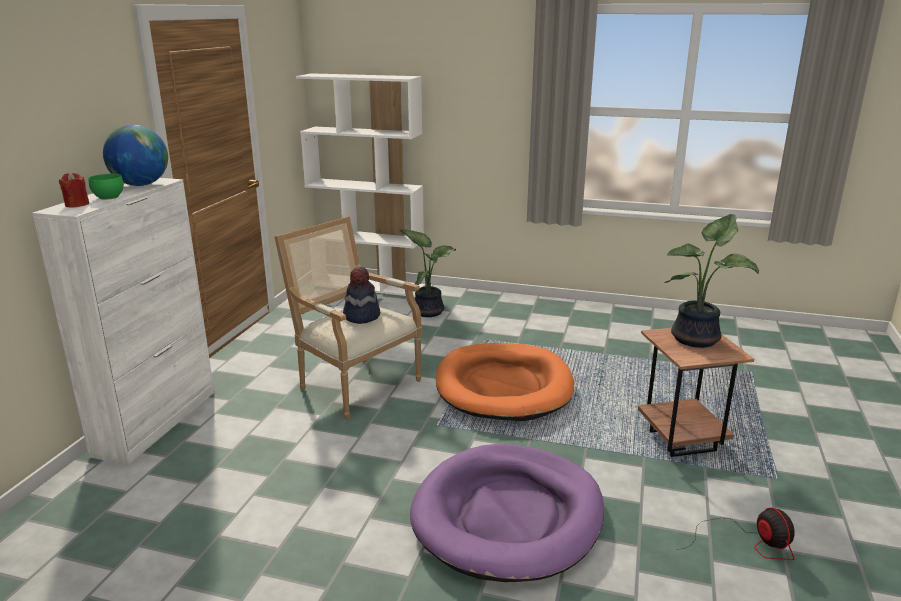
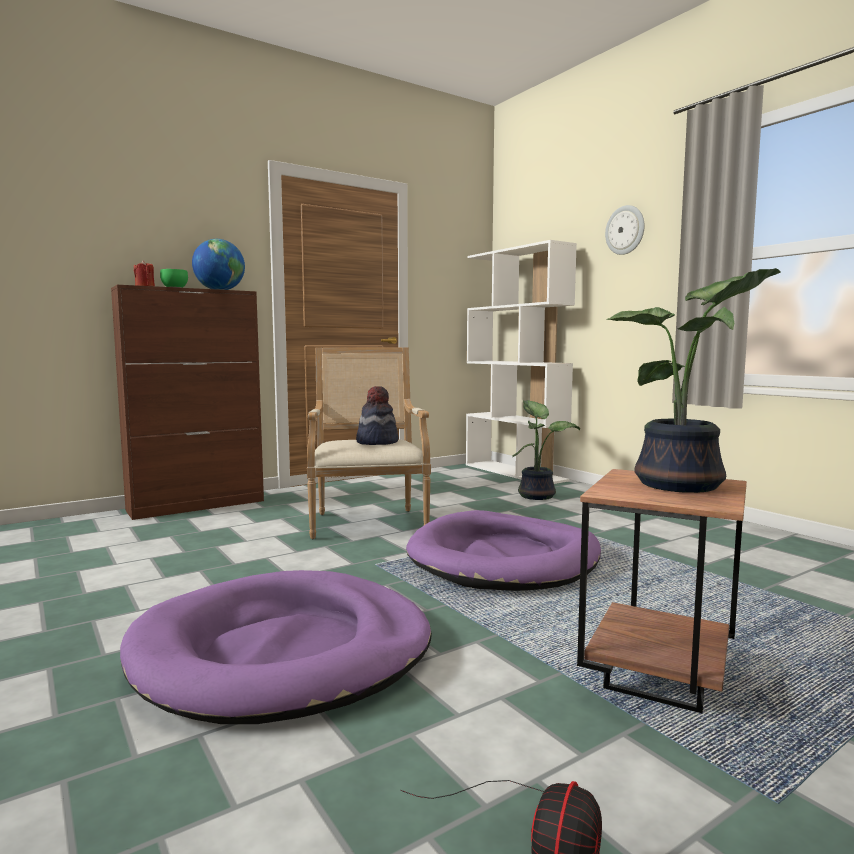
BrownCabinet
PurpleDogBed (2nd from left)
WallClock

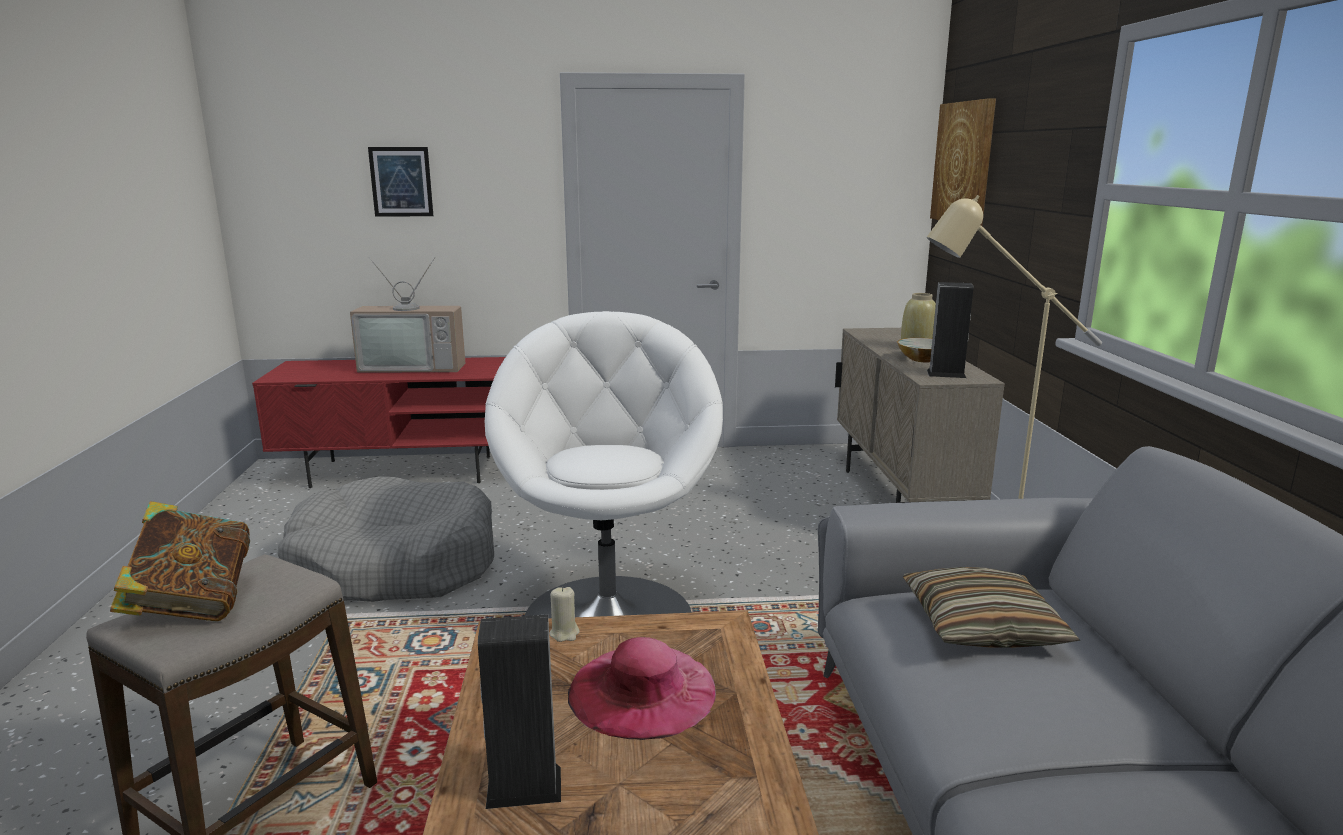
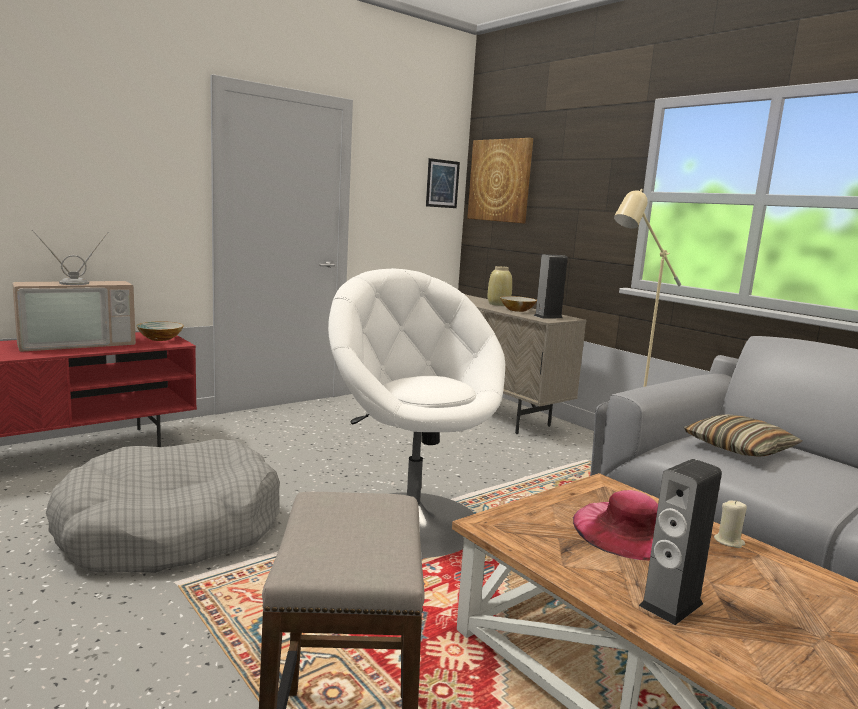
Bowl (1st from left)
Picture (1st from left)
BeigeCandle
Book

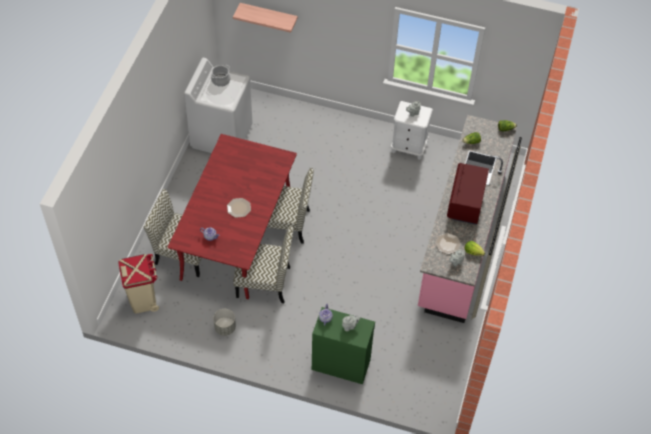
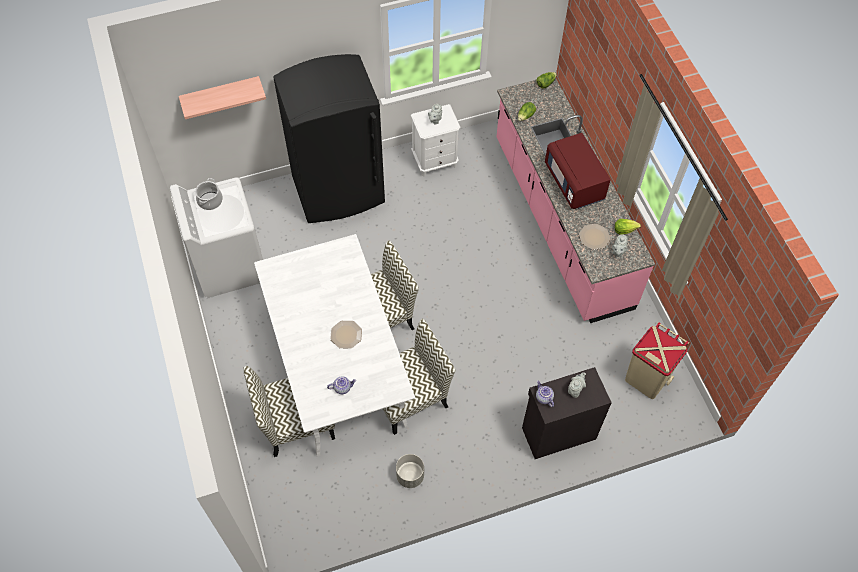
WhiteDiningTable
BlackFridge
BlackCabinet
BeigeTrashCan

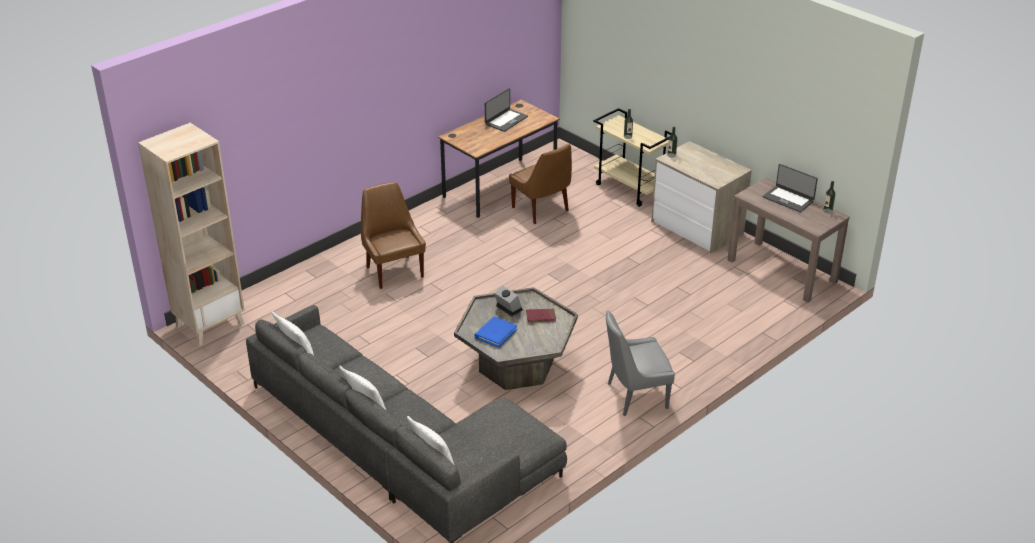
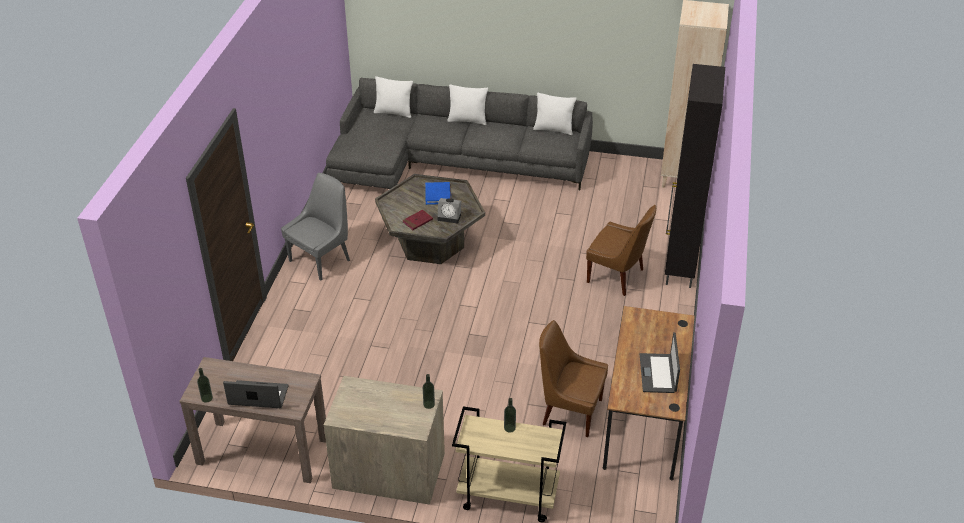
BlackCabinet

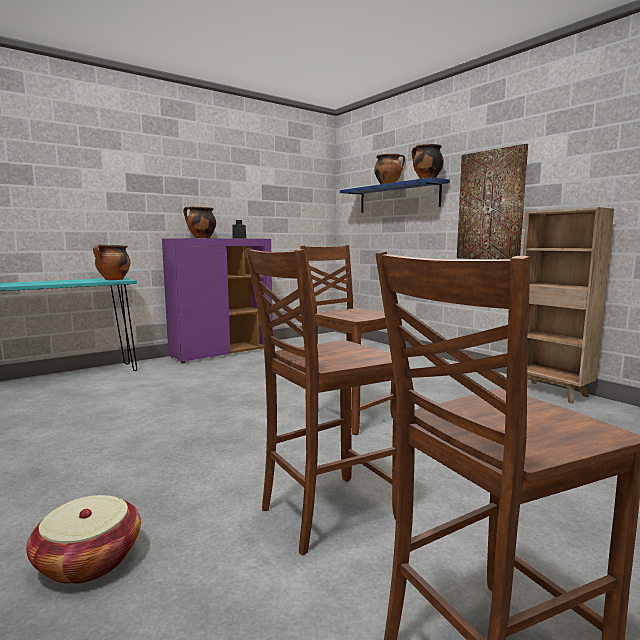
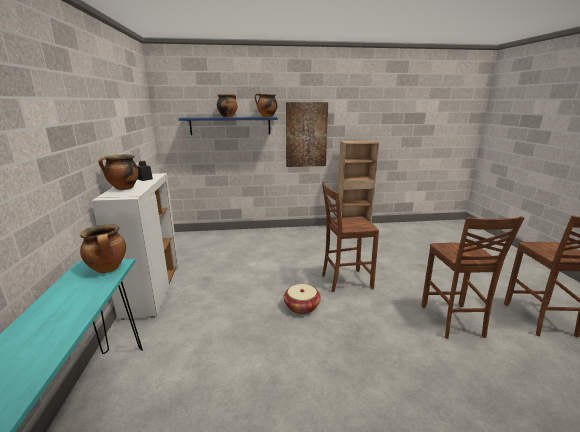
WhiteCabinet
Basket

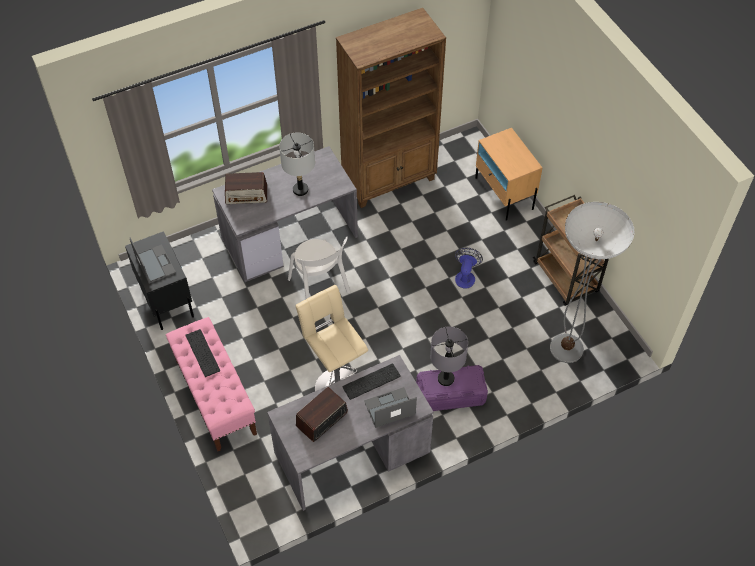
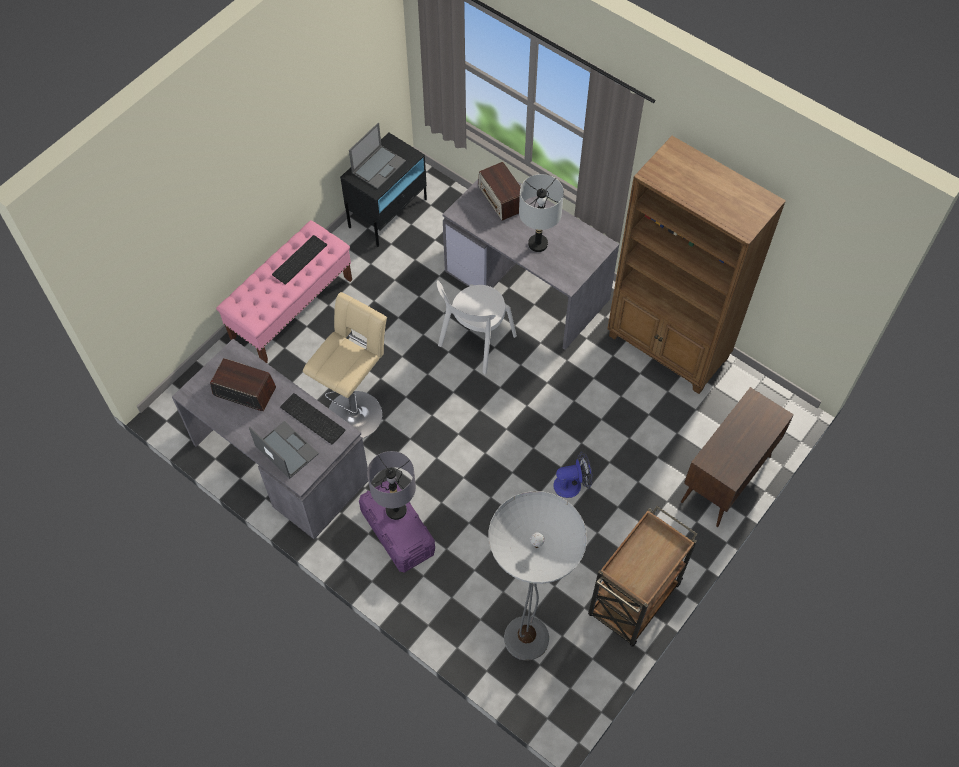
BrownCabinet

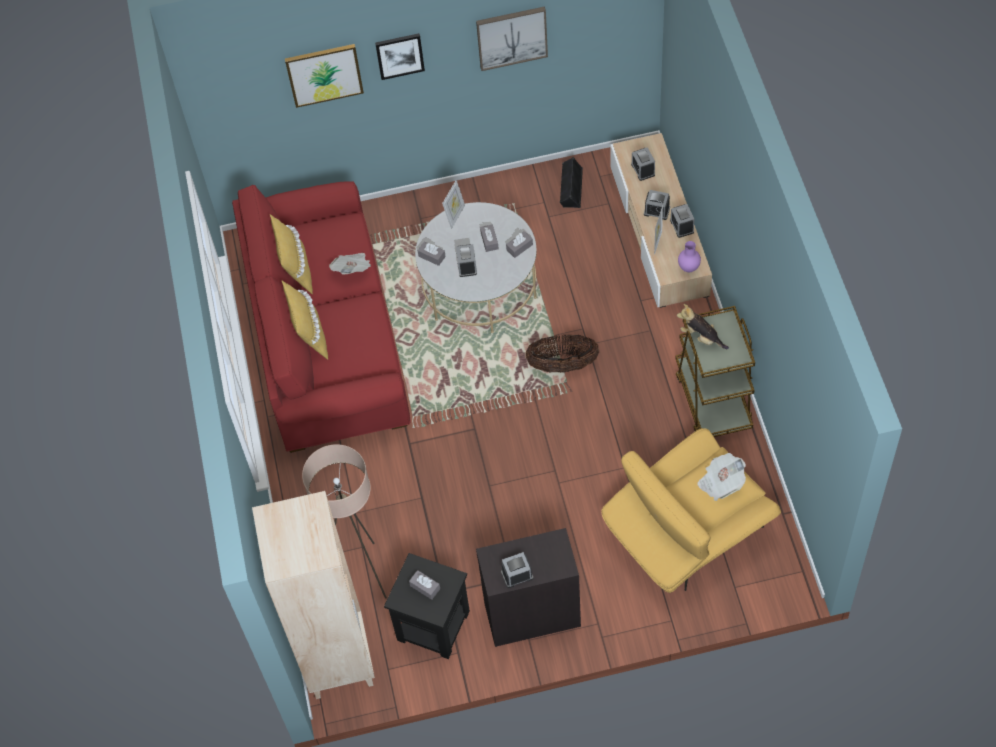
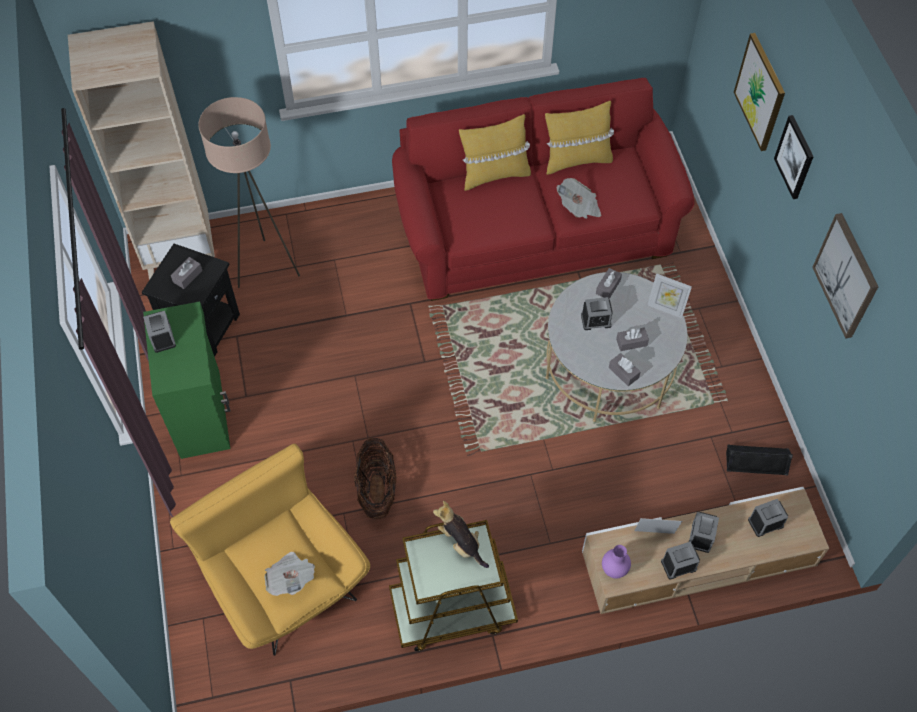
GreenCabinet
Basket
PlushToy

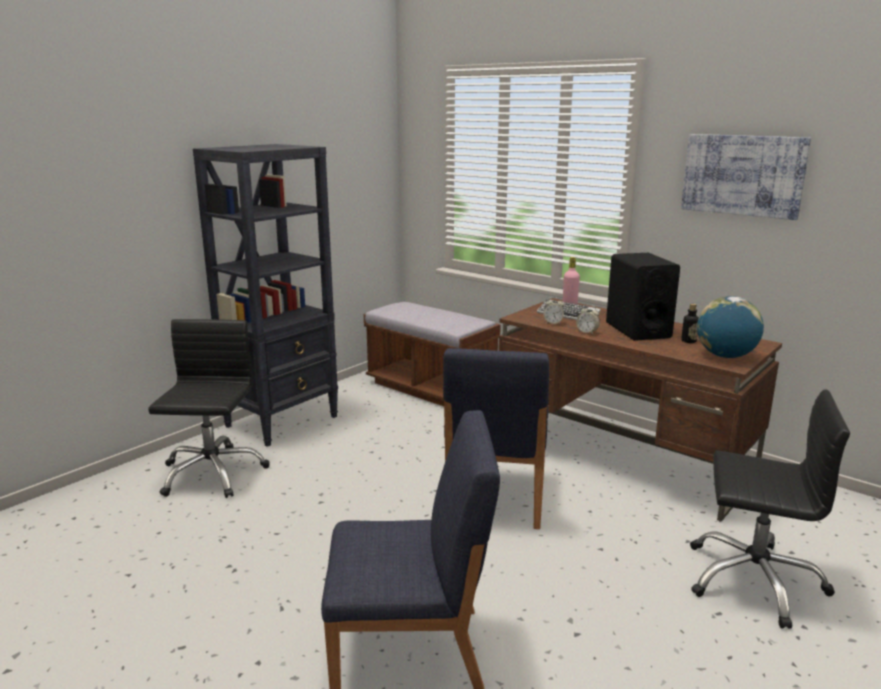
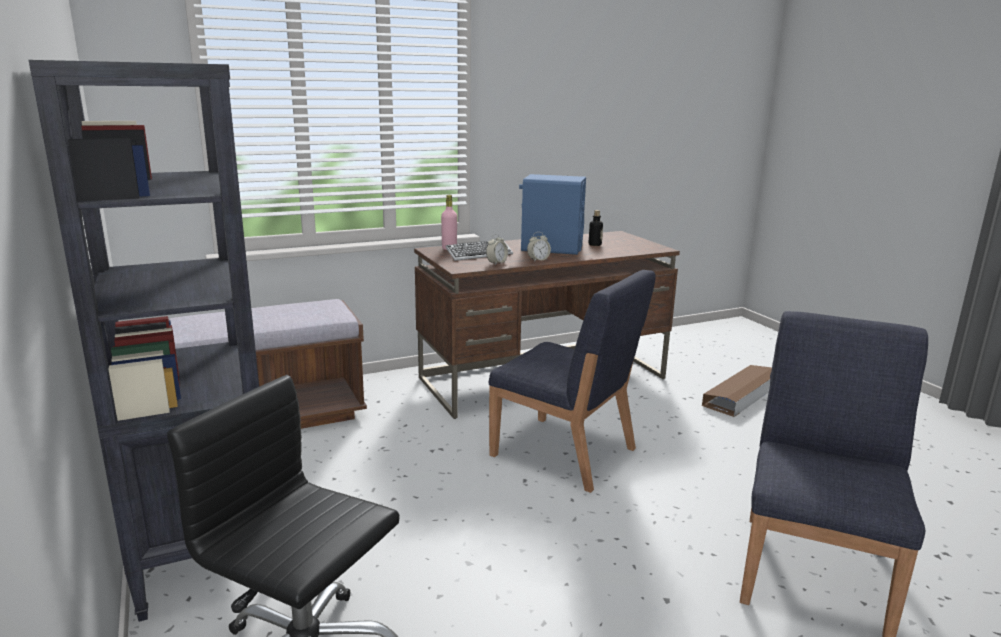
BlueSpeaker
BrownStorageBox
Picture
Globe

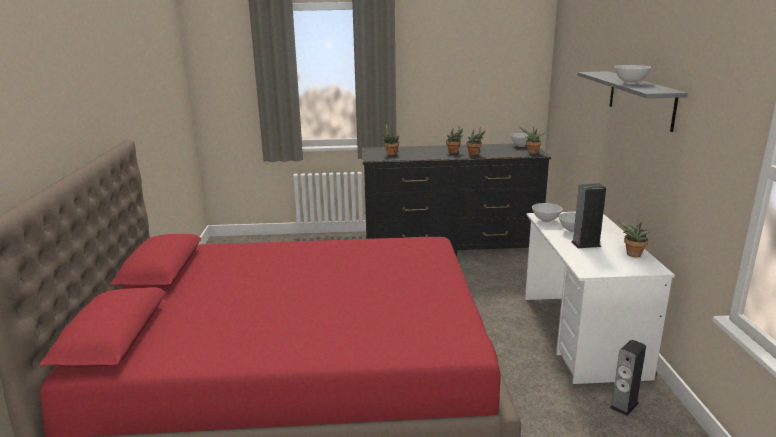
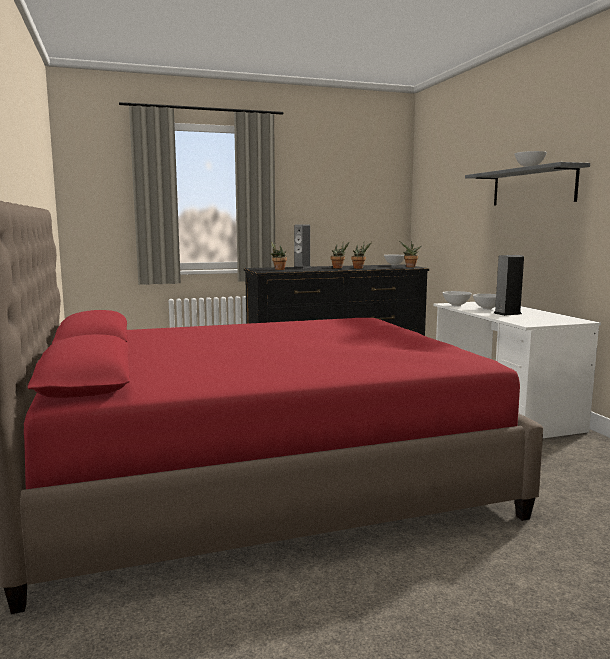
Speaker (1st from left)
PottedPlant (5th from left in the first image)

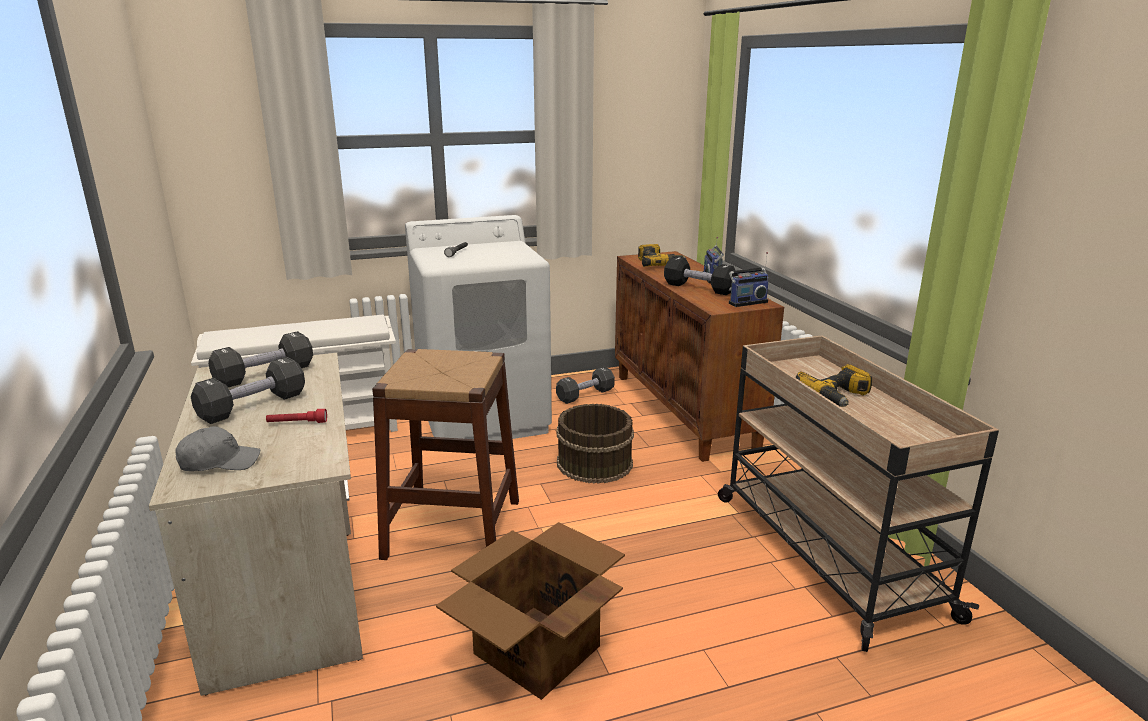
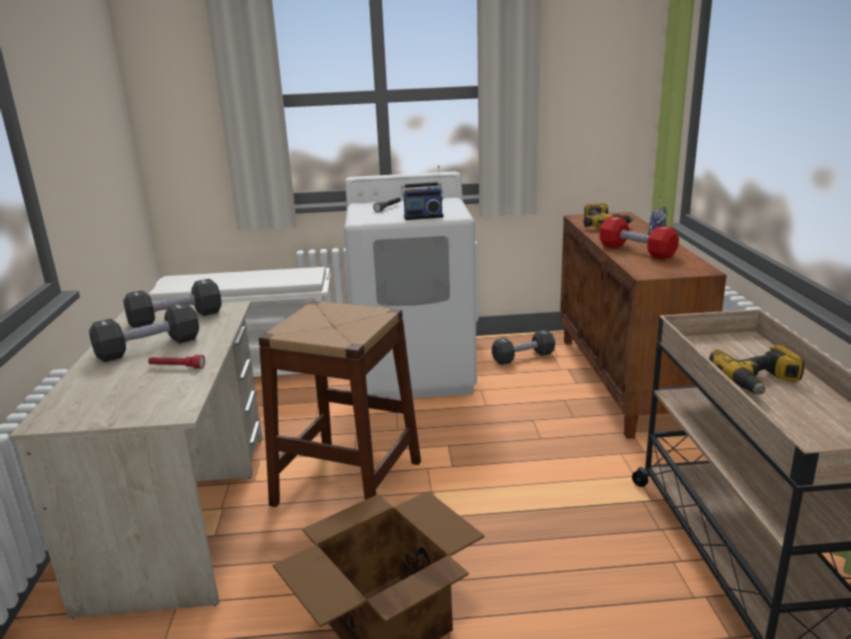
Radio (1st from left)
RedDumbbell
GreyCap
BrownBucket

